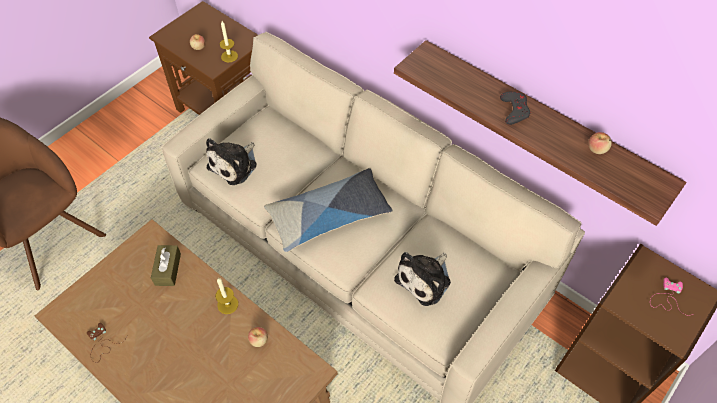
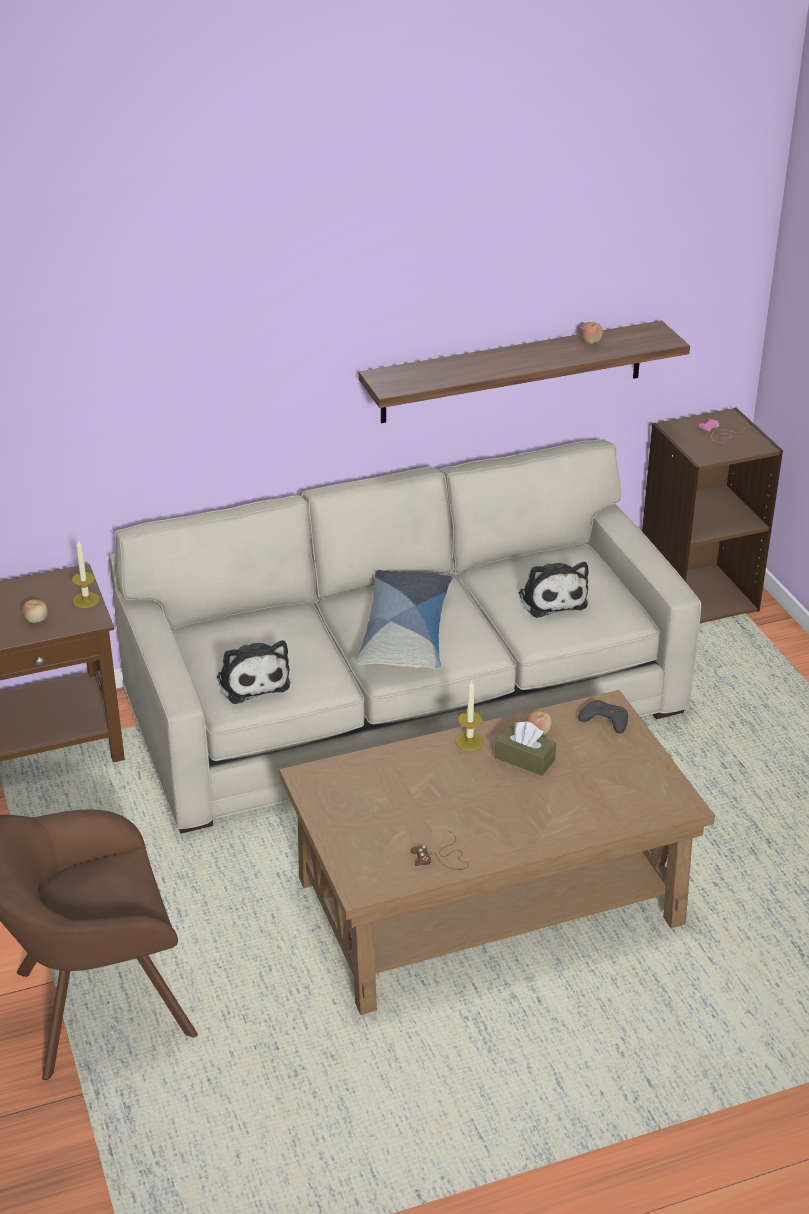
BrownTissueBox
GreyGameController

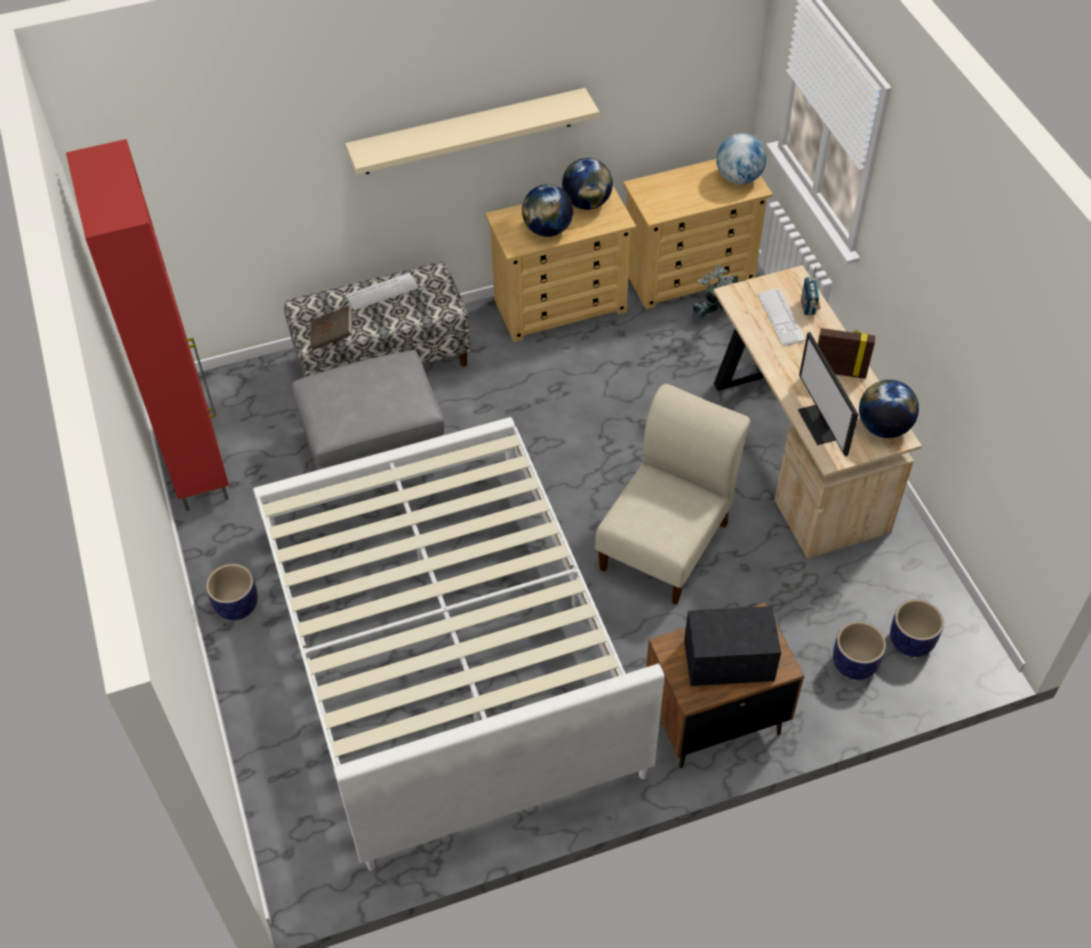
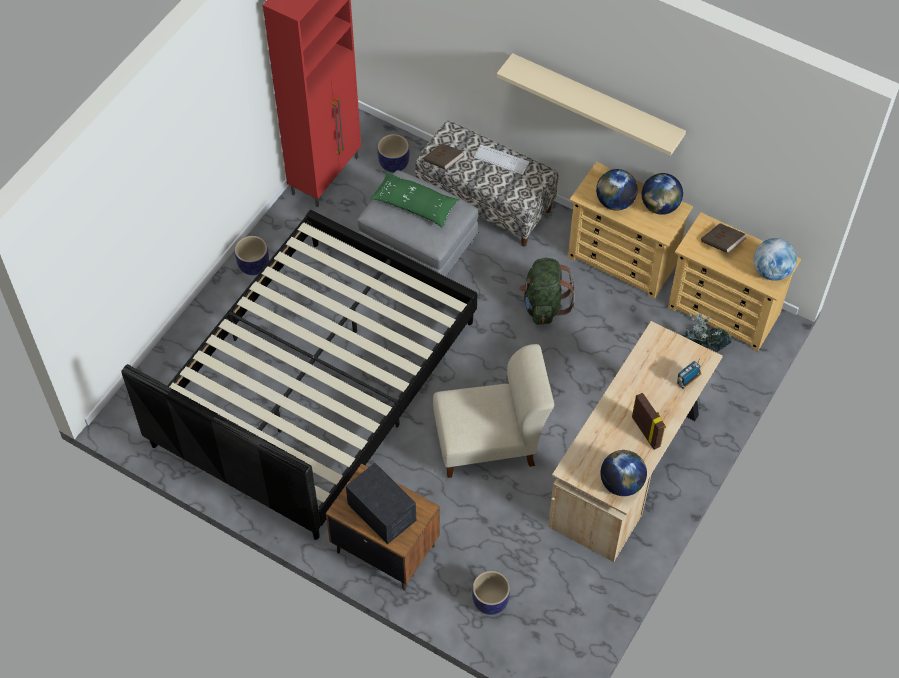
BlackBed
GreenPillow
Planter (2nd from left)
GreenBackpack
BrownBook (2nd from left)
Keyboard (2nd from left in the first image)
Monitor

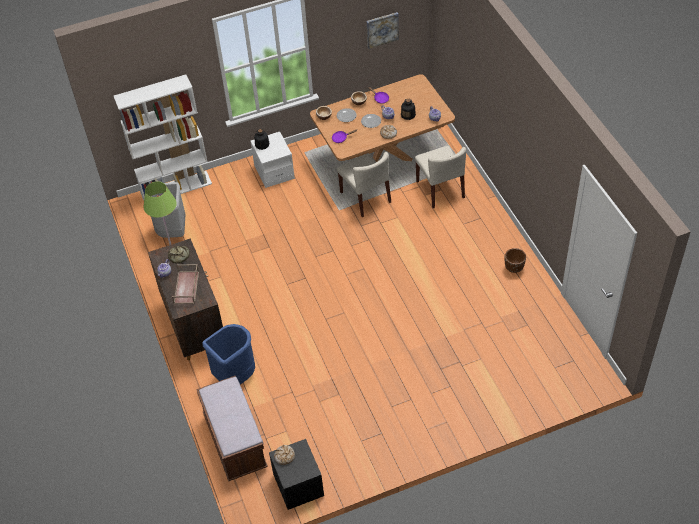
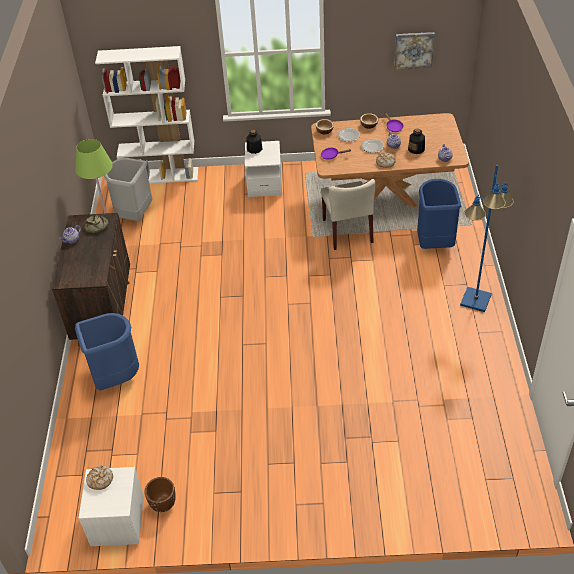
WhiteNightstand (1st from left)
BrownPlanter
BlueTrashCan (2nd from left)
BlueFloorLamp
BrownTray
BrownBench

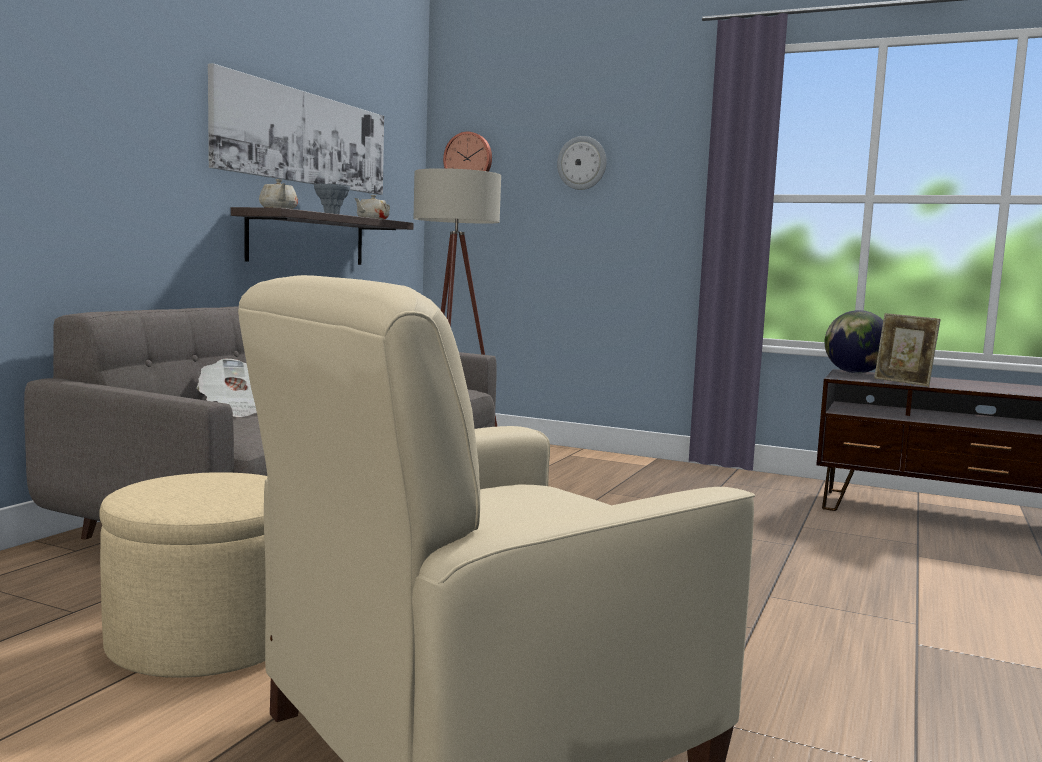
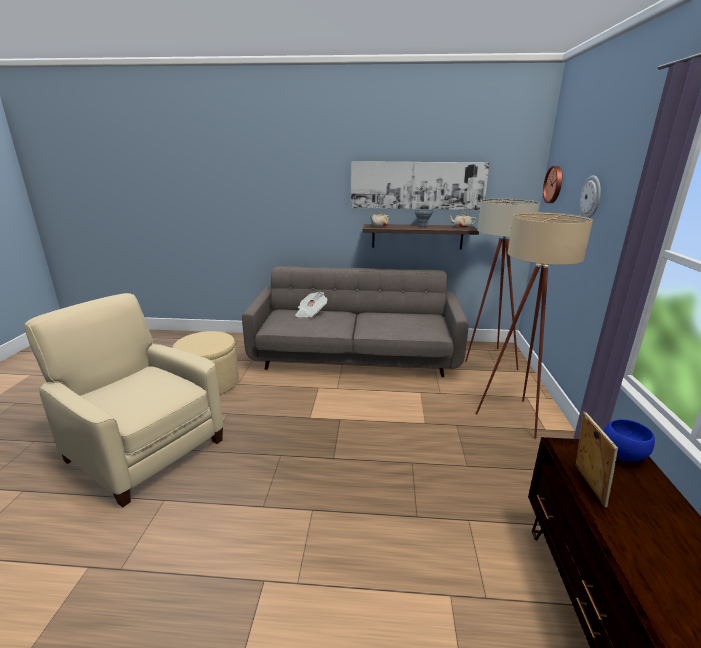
BeigeFloorLamp (2nd from left)
PictureFrame
BlueBowl

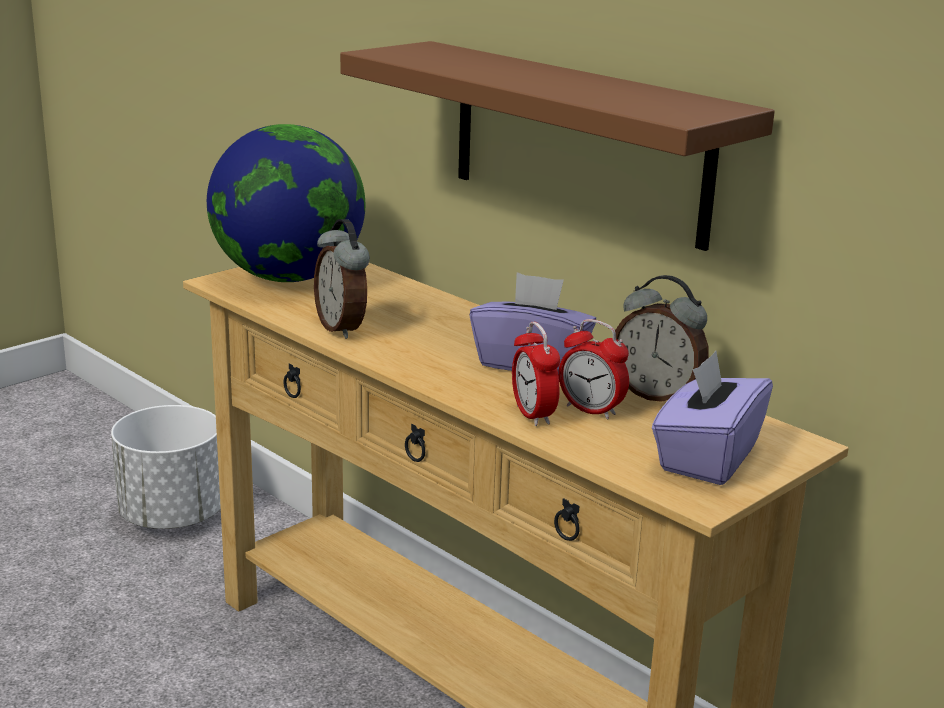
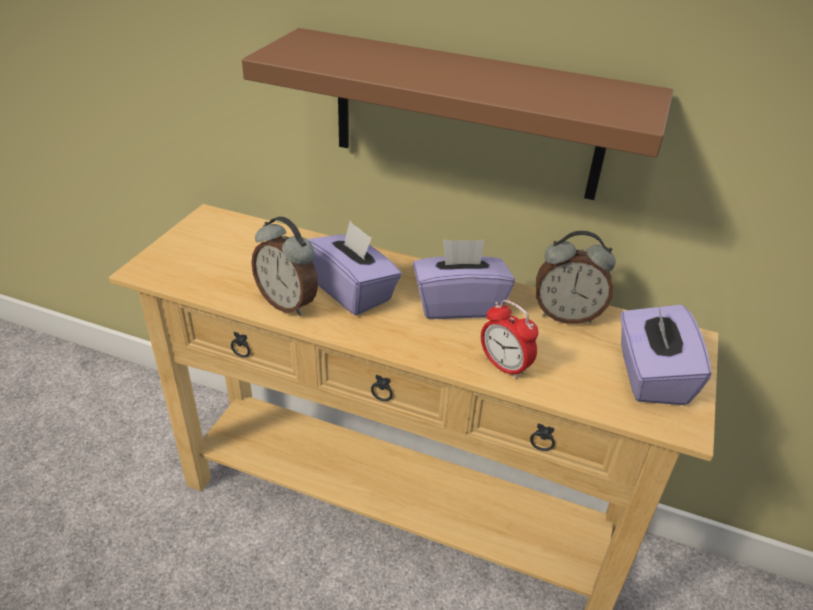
PurpleTissueBox (1st from left)
WhitePlanter
Globe
AlarmClock (3rd from left in the first image)

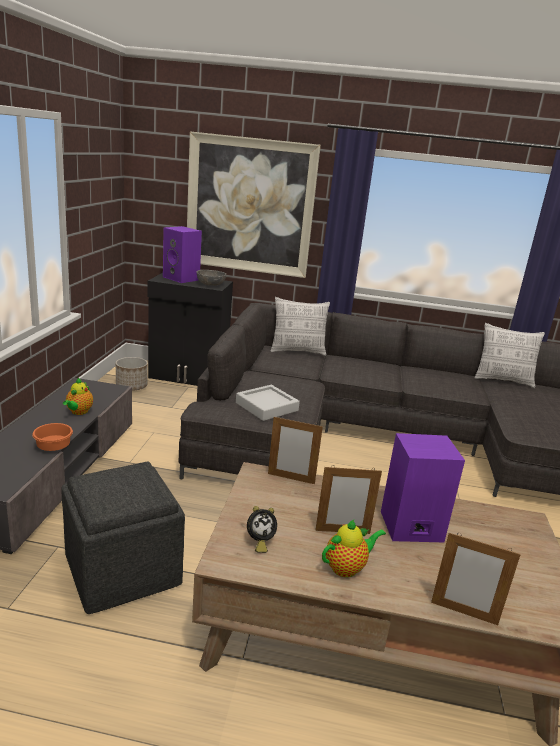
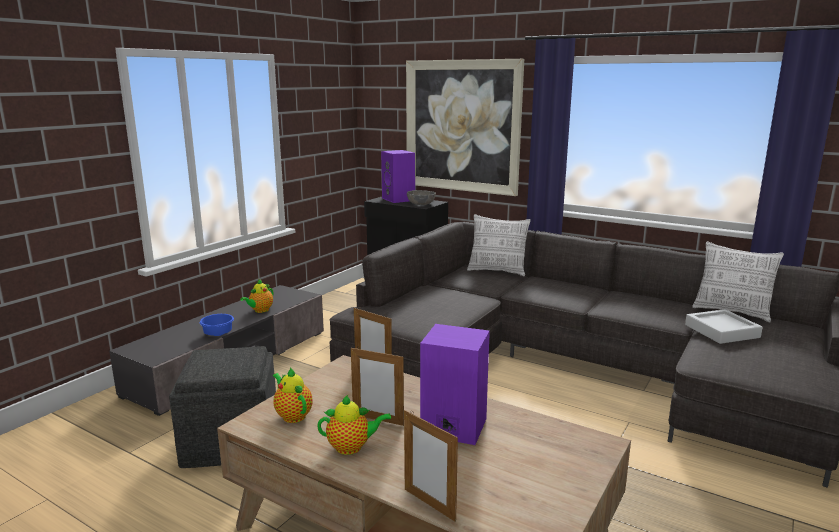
BlueBowl
Teapot (2nd from left)
GreyTray
Planter

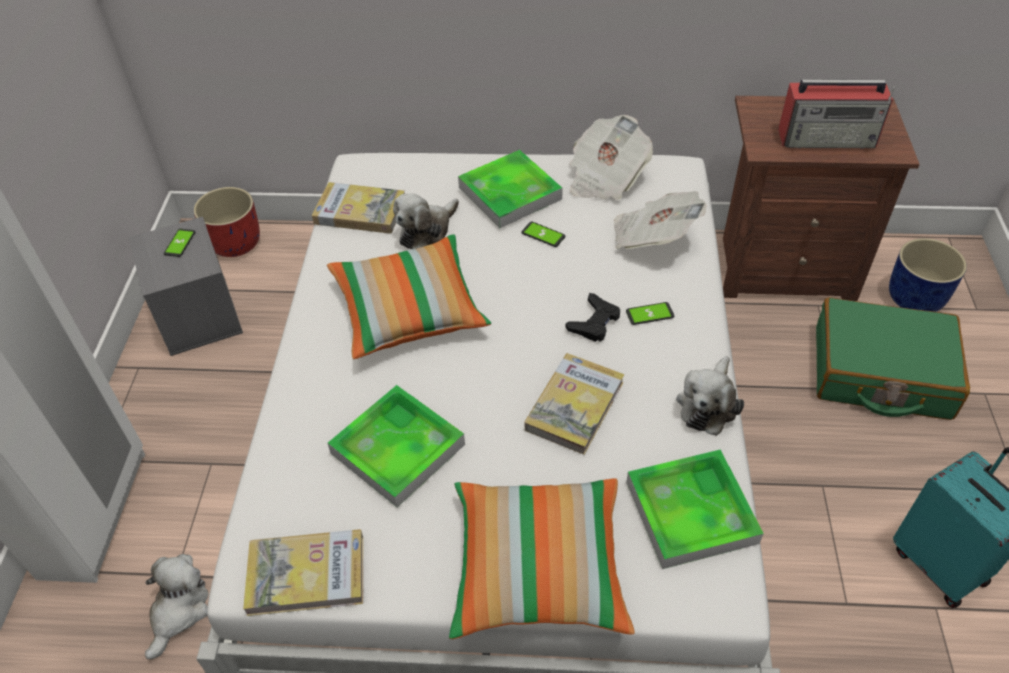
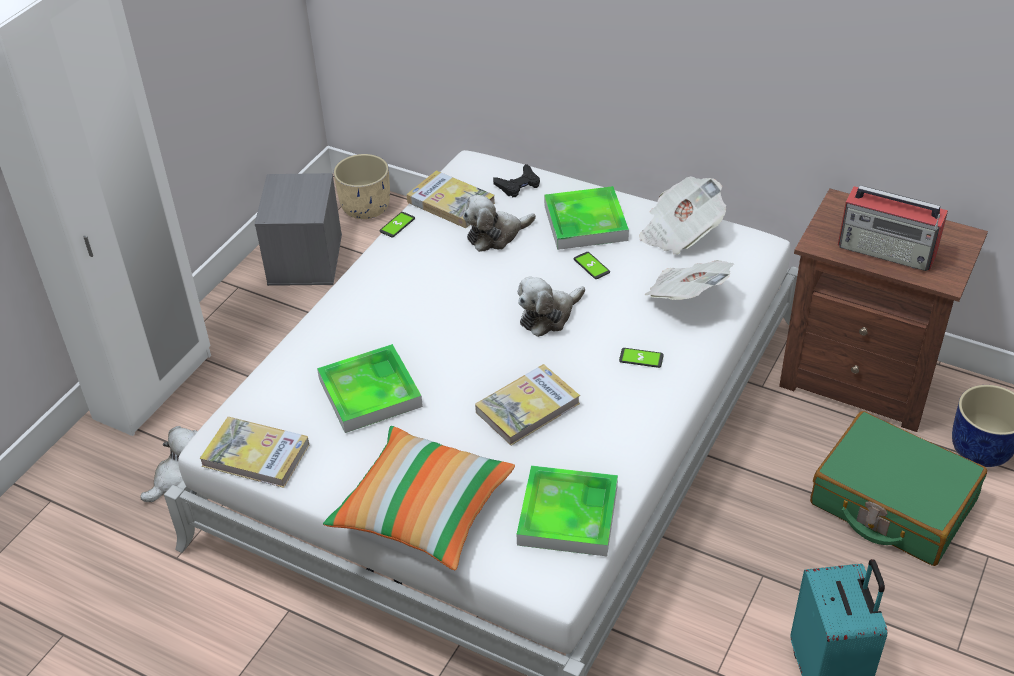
BeigePlanter
Phone (1st from left)
BlackGameController
PlushToy (3rd from left)
Pillow (1st from left in the first image)

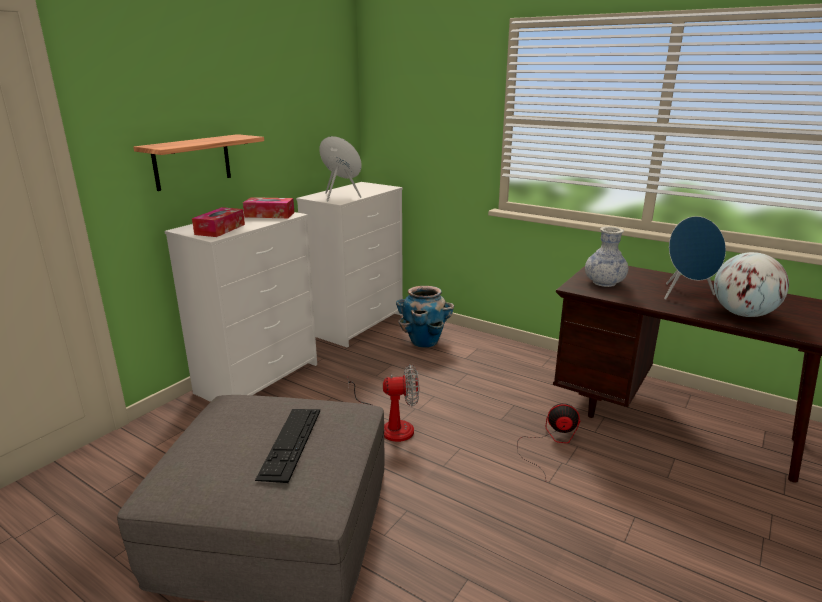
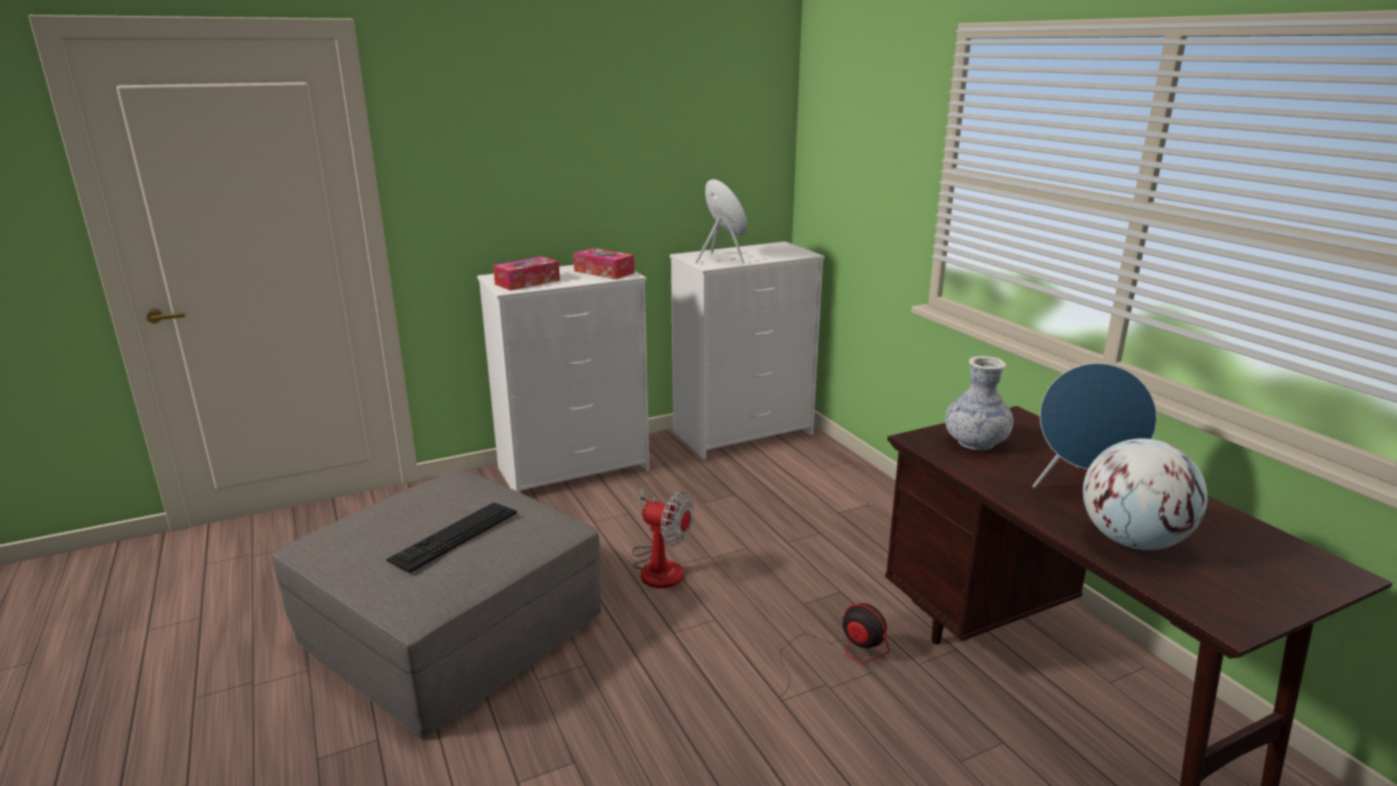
Shelf
Planter

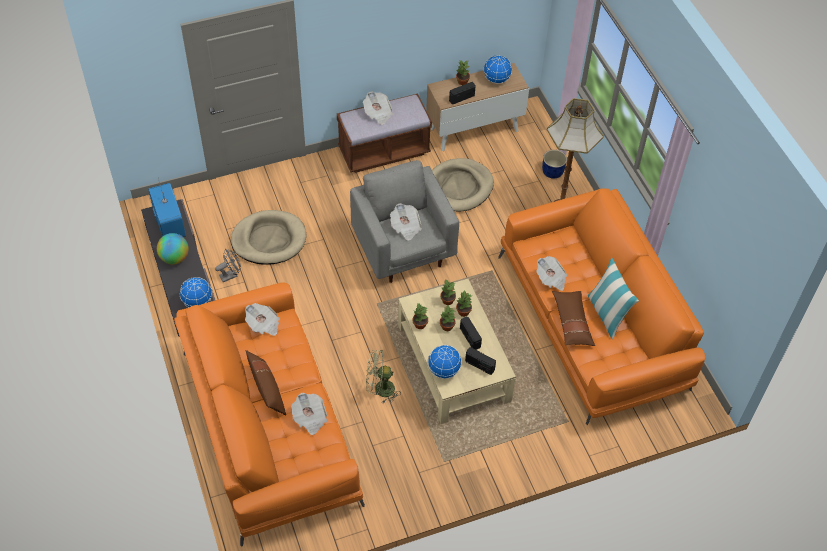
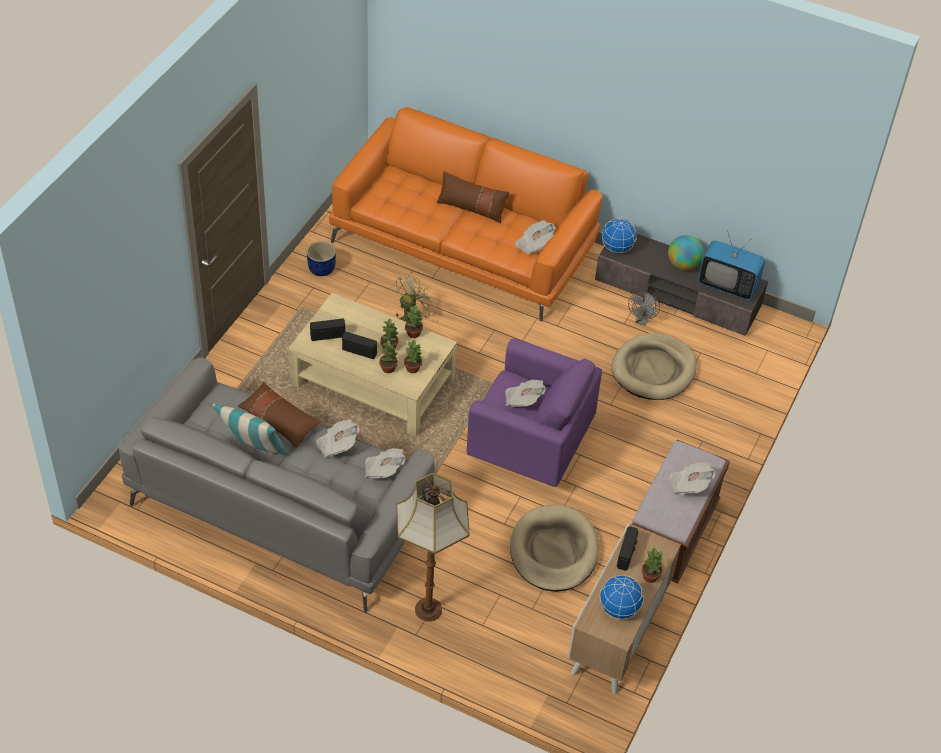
GreySofa
BluePlanter
Newspaper (2nd from left)
PurpleArmchair
Globe (3rd from left in the first image)

